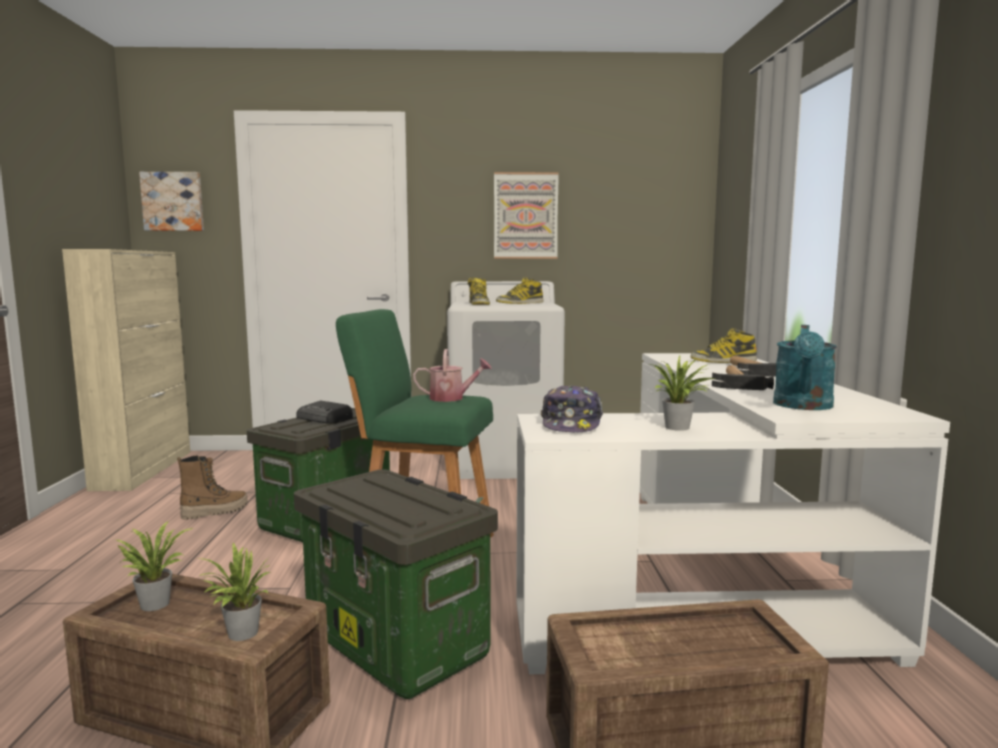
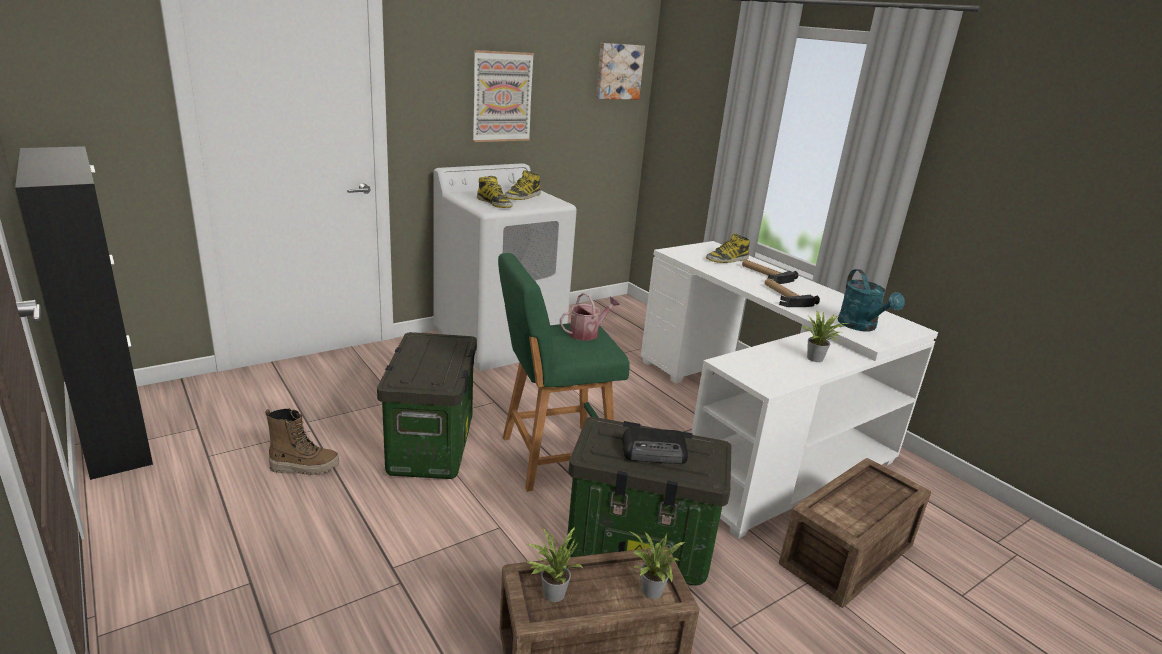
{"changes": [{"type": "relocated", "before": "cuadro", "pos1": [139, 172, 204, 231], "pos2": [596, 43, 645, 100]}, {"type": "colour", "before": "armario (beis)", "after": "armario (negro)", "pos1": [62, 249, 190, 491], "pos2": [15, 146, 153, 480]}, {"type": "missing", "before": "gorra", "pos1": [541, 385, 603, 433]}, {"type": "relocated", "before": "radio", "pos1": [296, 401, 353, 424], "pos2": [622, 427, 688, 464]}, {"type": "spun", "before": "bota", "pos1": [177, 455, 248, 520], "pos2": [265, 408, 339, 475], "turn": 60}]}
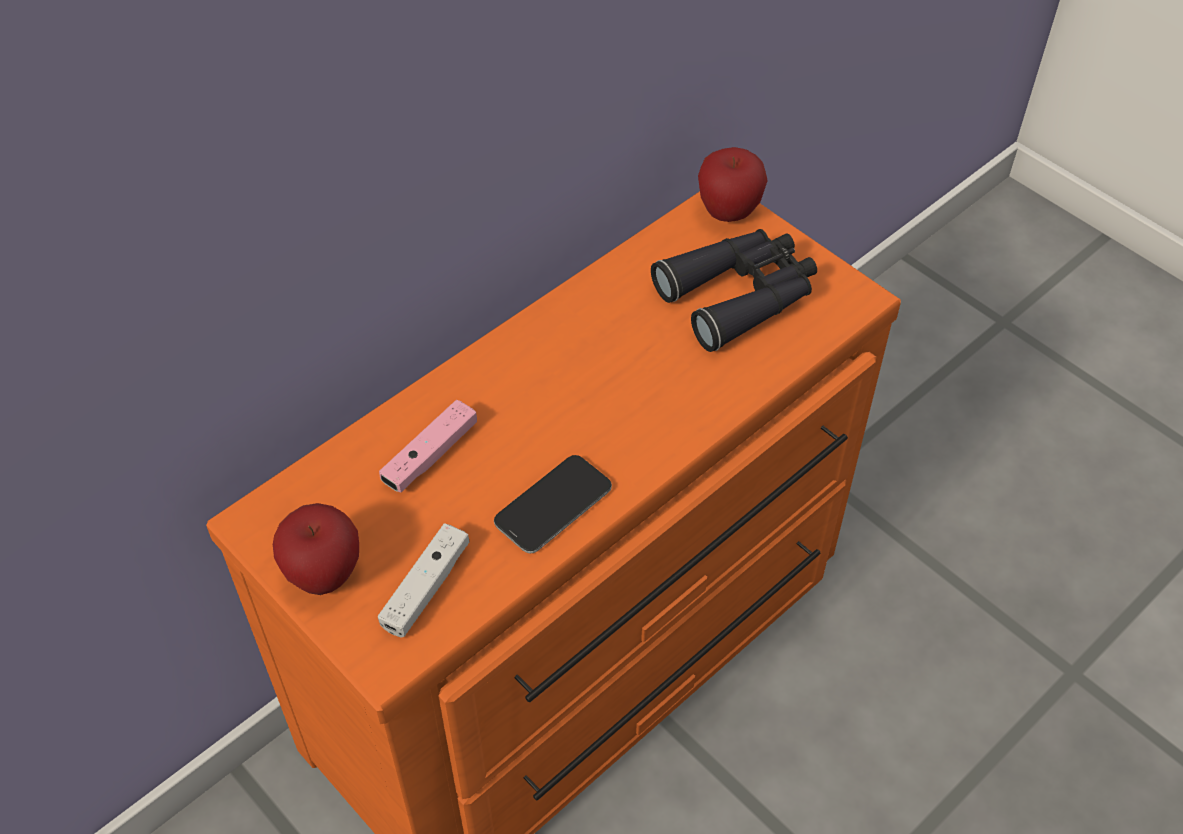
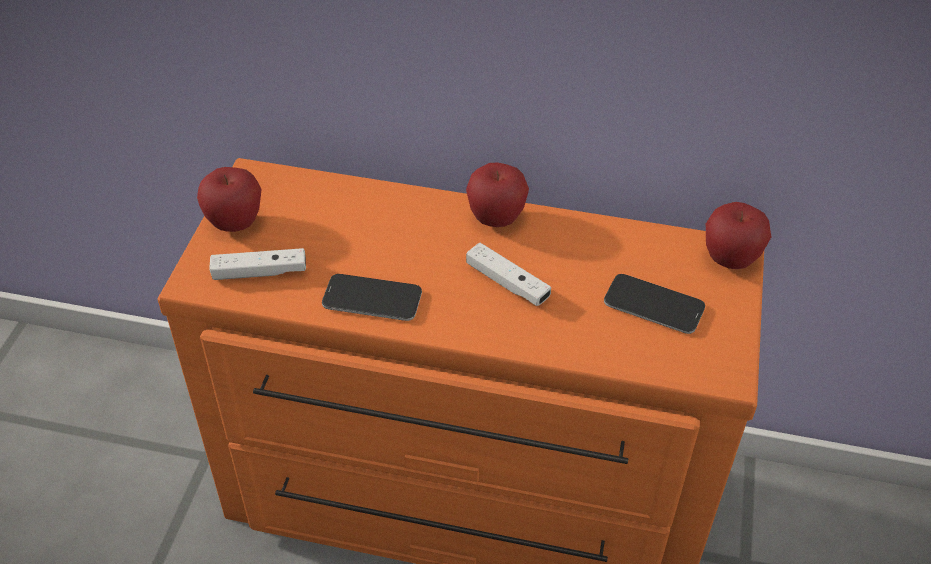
{"changes": [{"type": "exchanged", "before": "prismáticos (negro)", "after": "móvil", "pos1": [651, 229, 817, 352], "pos2": [604, 274, 705, 334]}, {"type": "missing", "before": "mando de consola (rosa)", "pos1": [379, 400, 477, 492]}, {"type": "appeared", "after": "manzana", "pos2": [466, 162, 529, 227]}, {"type": "appeared", "after": "mando de consola (blanco)", "pos2": [466, 243, 551, 306]}]}
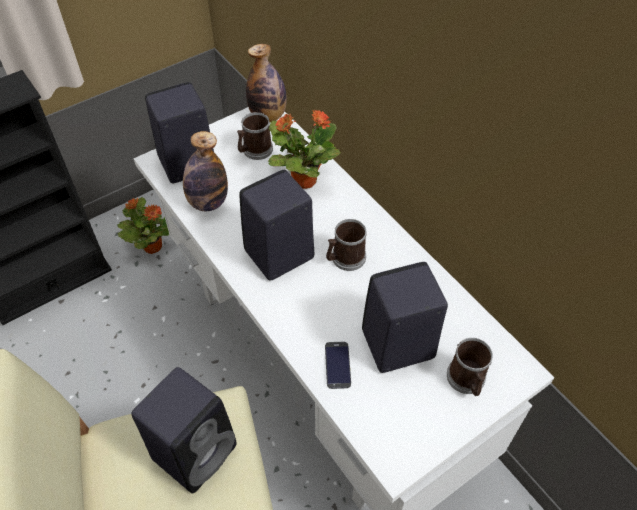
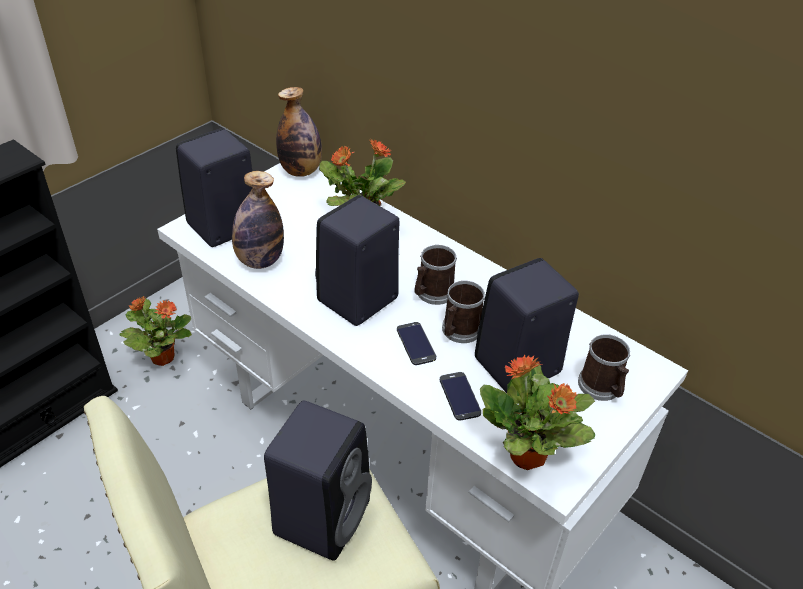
{"changes": [{"type": "relocated", "before": "taza grande", "pos1": [237, 112, 273, 160], "pos2": [442, 281, 485, 343]}, {"type": "appeared", "after": "móvil", "pos2": [397, 322, 436, 365]}, {"type": "appeared", "after": "planta en maceta", "pos2": [480, 355, 595, 470]}]}
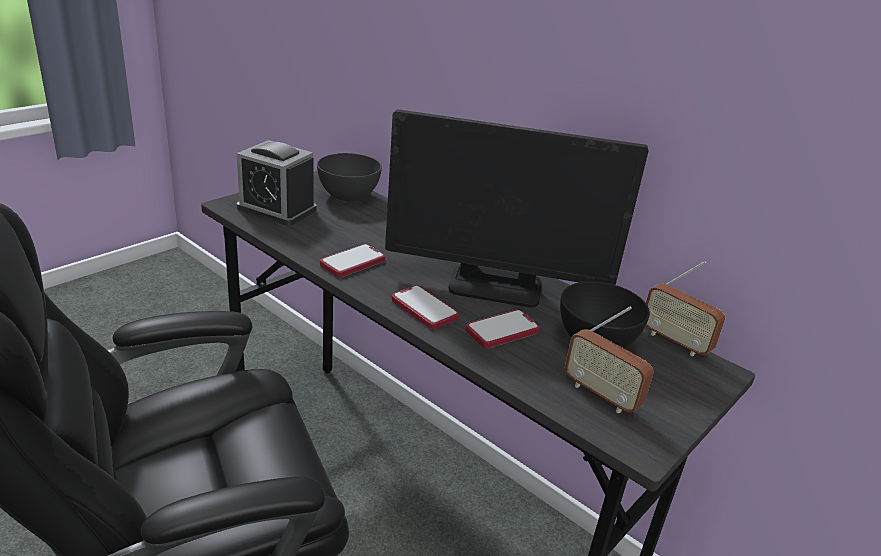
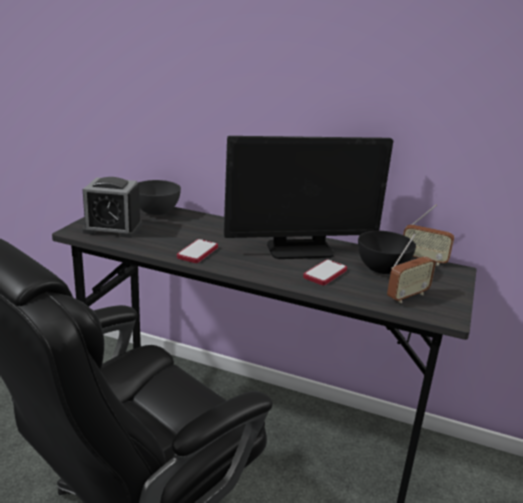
{"changes": [{"type": "missing", "before": "móvil", "pos1": [392, 285, 459, 329]}, {"type": "spun", "before": "radio", "pos1": [565, 306, 654, 413], "pos2": [387, 234, 436, 303], "turn": -60}]}
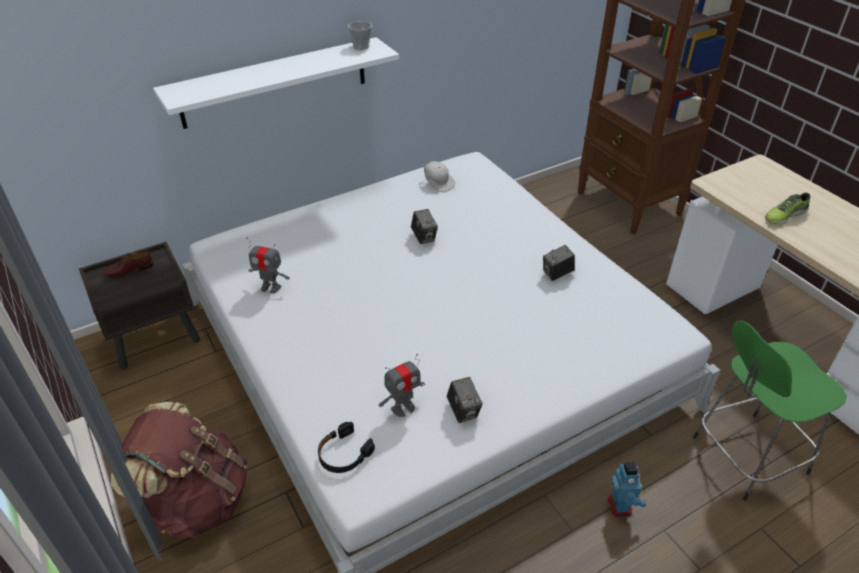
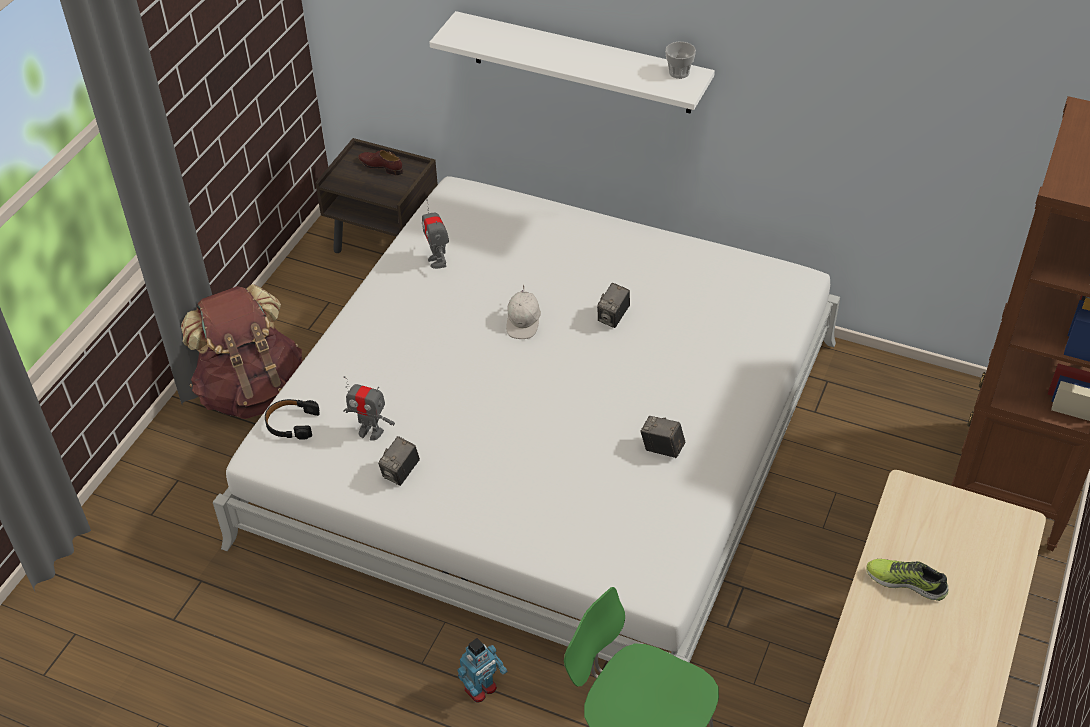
{"changes": [{"type": "relocated", "before": "gorra (blanco)", "pos1": [421, 161, 455, 192], "pos2": [506, 285, 541, 339]}]}
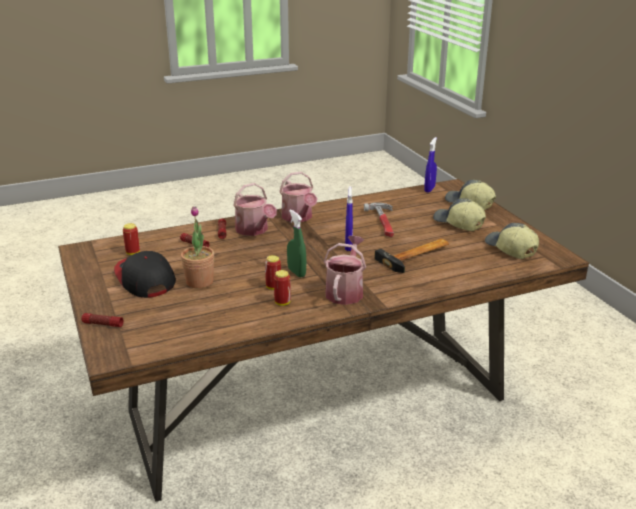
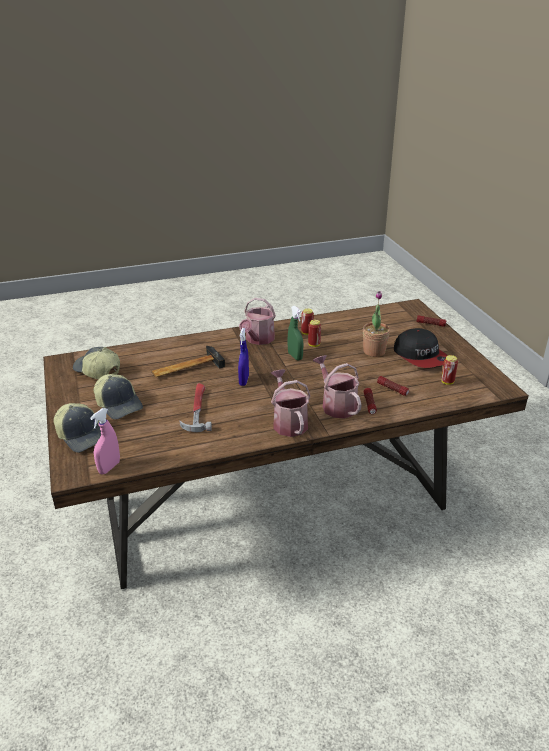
{"changes": [{"type": "colour", "before": "pulverizador (azul)", "after": "pulverizador (rosa)", "pos1": [424, 137, 437, 193], "pos2": [90, 408, 120, 474]}, {"type": "spun", "before": "gorra", "pos1": [485, 223, 539, 259], "pos2": [73, 347, 120, 379], "turn": 150}]}
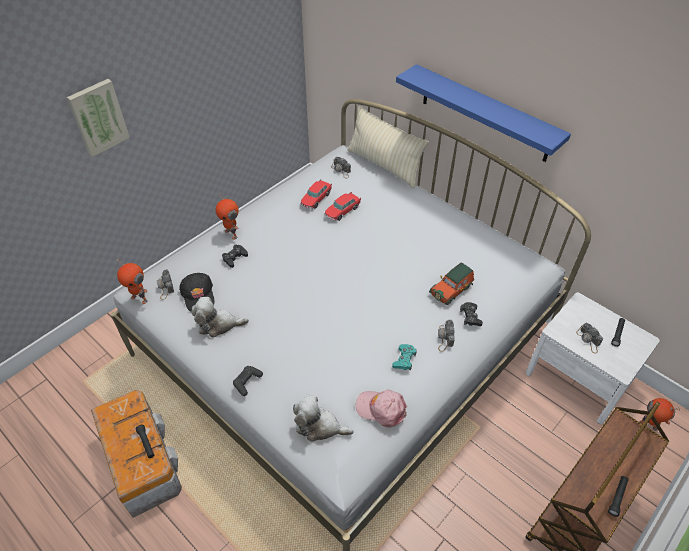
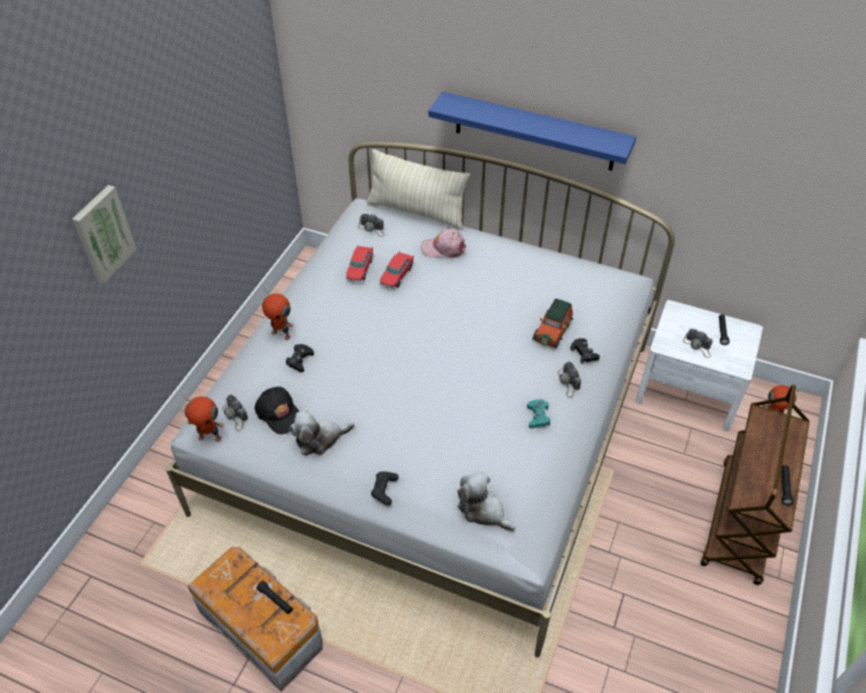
{"changes": [{"type": "relocated", "before": "gorra (rosa)", "pos1": [356, 390, 407, 428], "pos2": [421, 229, 466, 258]}, {"type": "spun", "before": "peluche", "pos1": [293, 395, 354, 442], "pos2": [457, 471, 515, 531], "turn": 45}]}
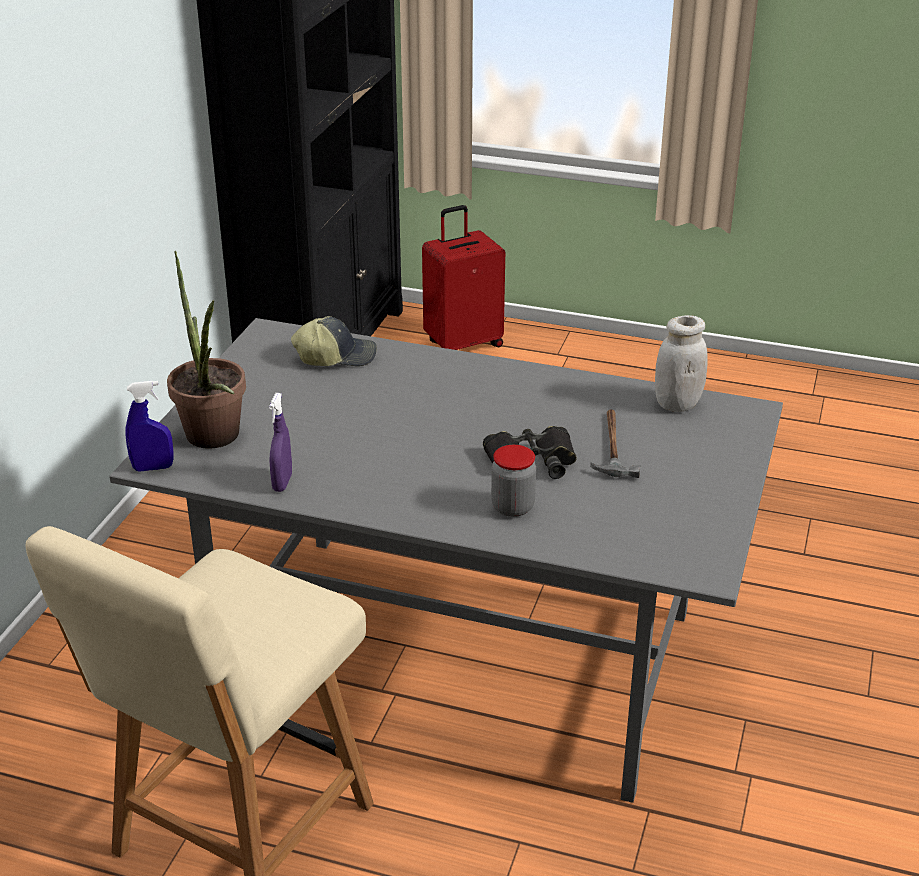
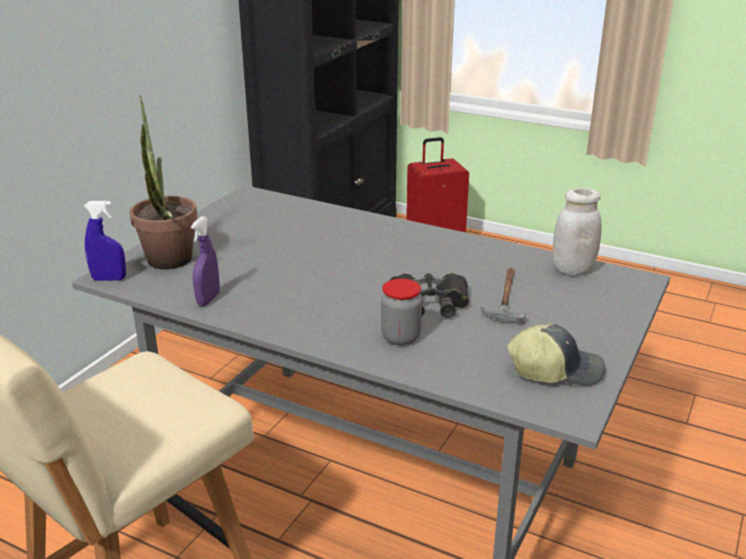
{"changes": [{"type": "relocated", "before": "gorra", "pos1": [291, 316, 377, 366], "pos2": [508, 323, 605, 386]}]}
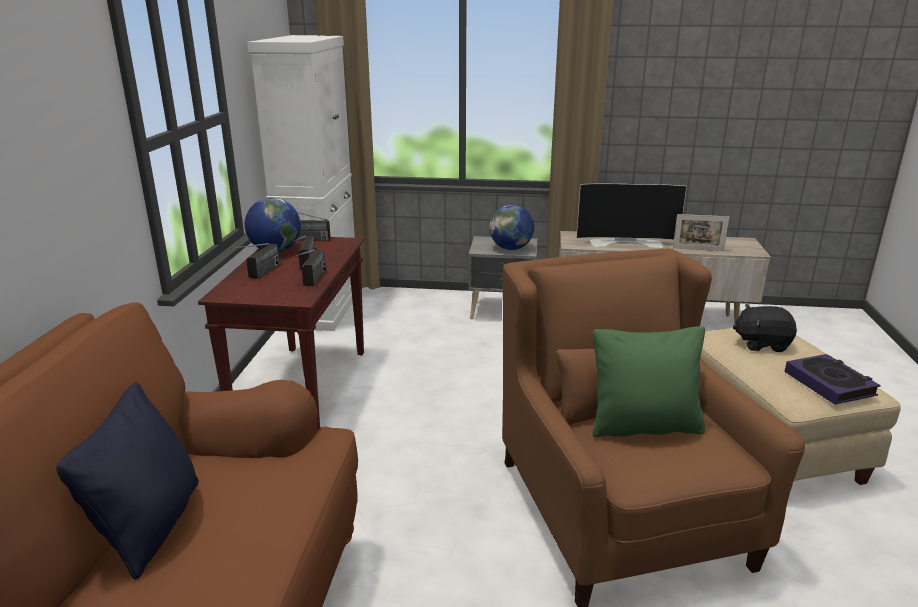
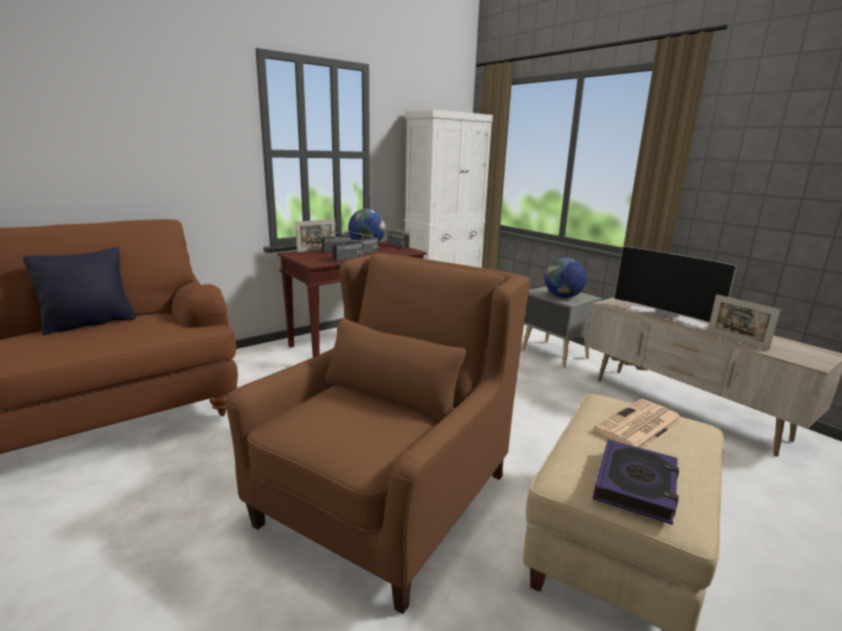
{"changes": [{"type": "exchanged", "before": "peluche (negro)", "after": "periódico", "pos1": [733, 304, 797, 352], "pos2": [594, 399, 683, 449]}, {"type": "missing", "before": "cojín (verde)", "pos1": [592, 326, 705, 437]}, {"type": "appeared", "after": "portarretratos", "pos2": [295, 219, 335, 252]}]}
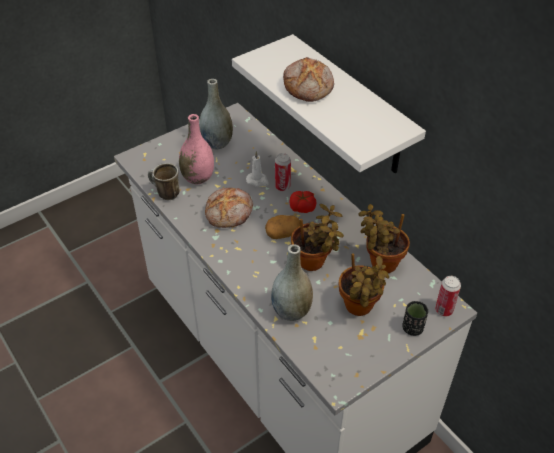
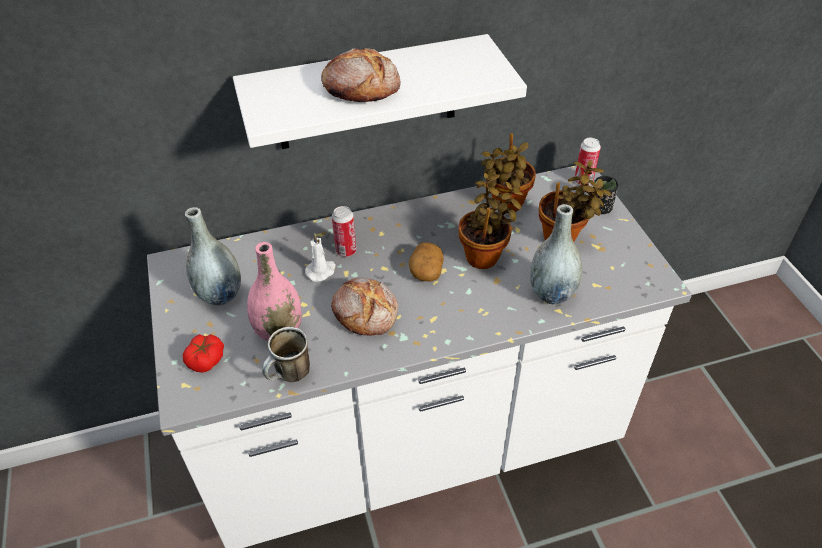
{"changes": [{"type": "relocated", "before": "tomate", "pos1": [289, 191, 316, 213], "pos2": [183, 334, 224, 373]}]}
